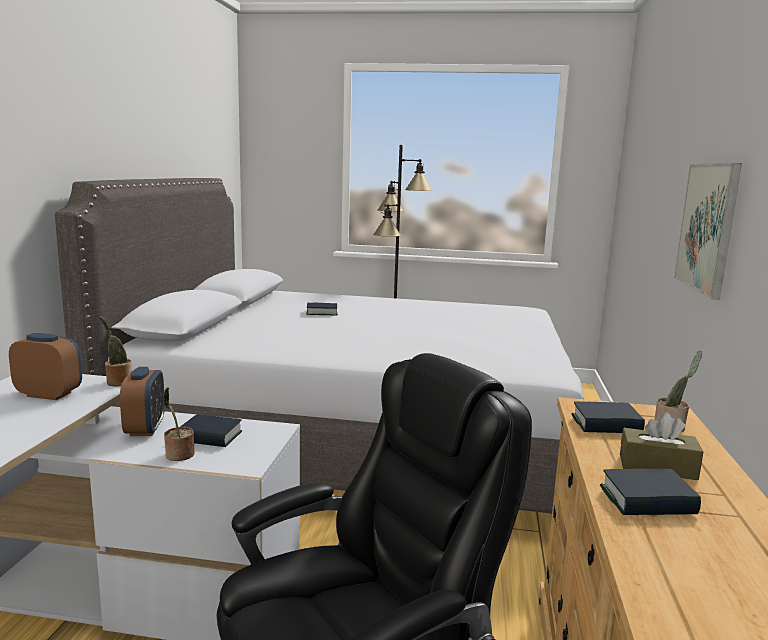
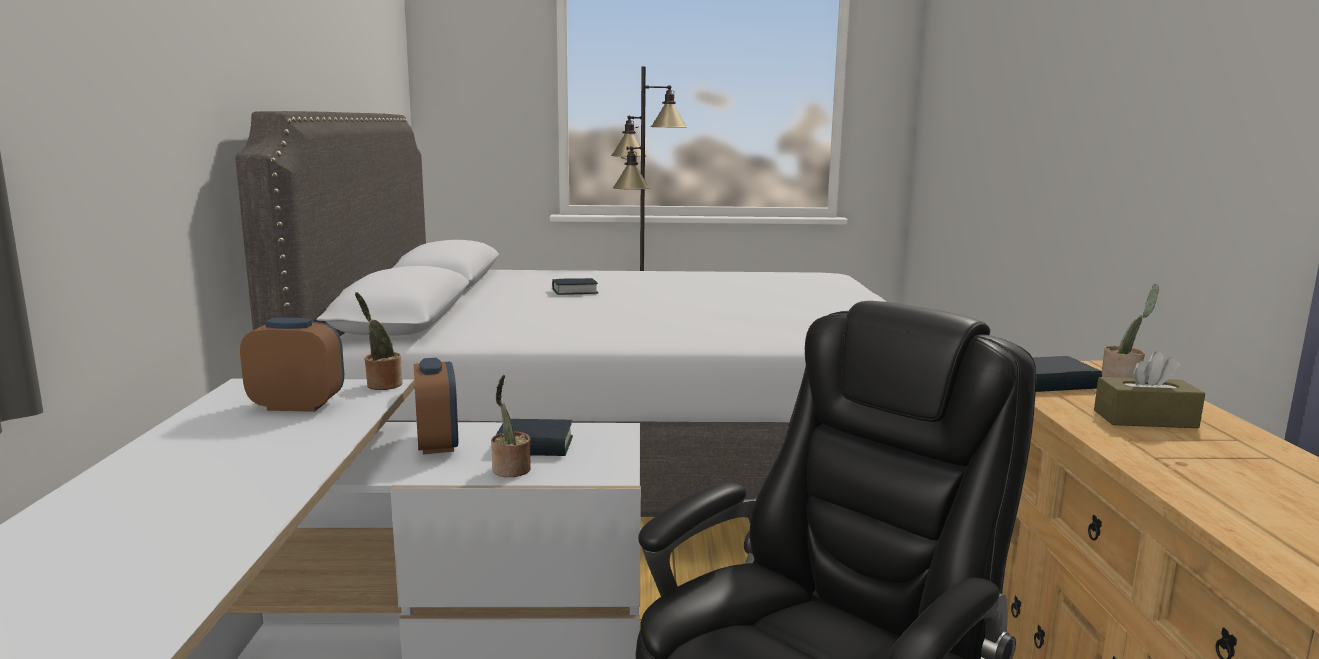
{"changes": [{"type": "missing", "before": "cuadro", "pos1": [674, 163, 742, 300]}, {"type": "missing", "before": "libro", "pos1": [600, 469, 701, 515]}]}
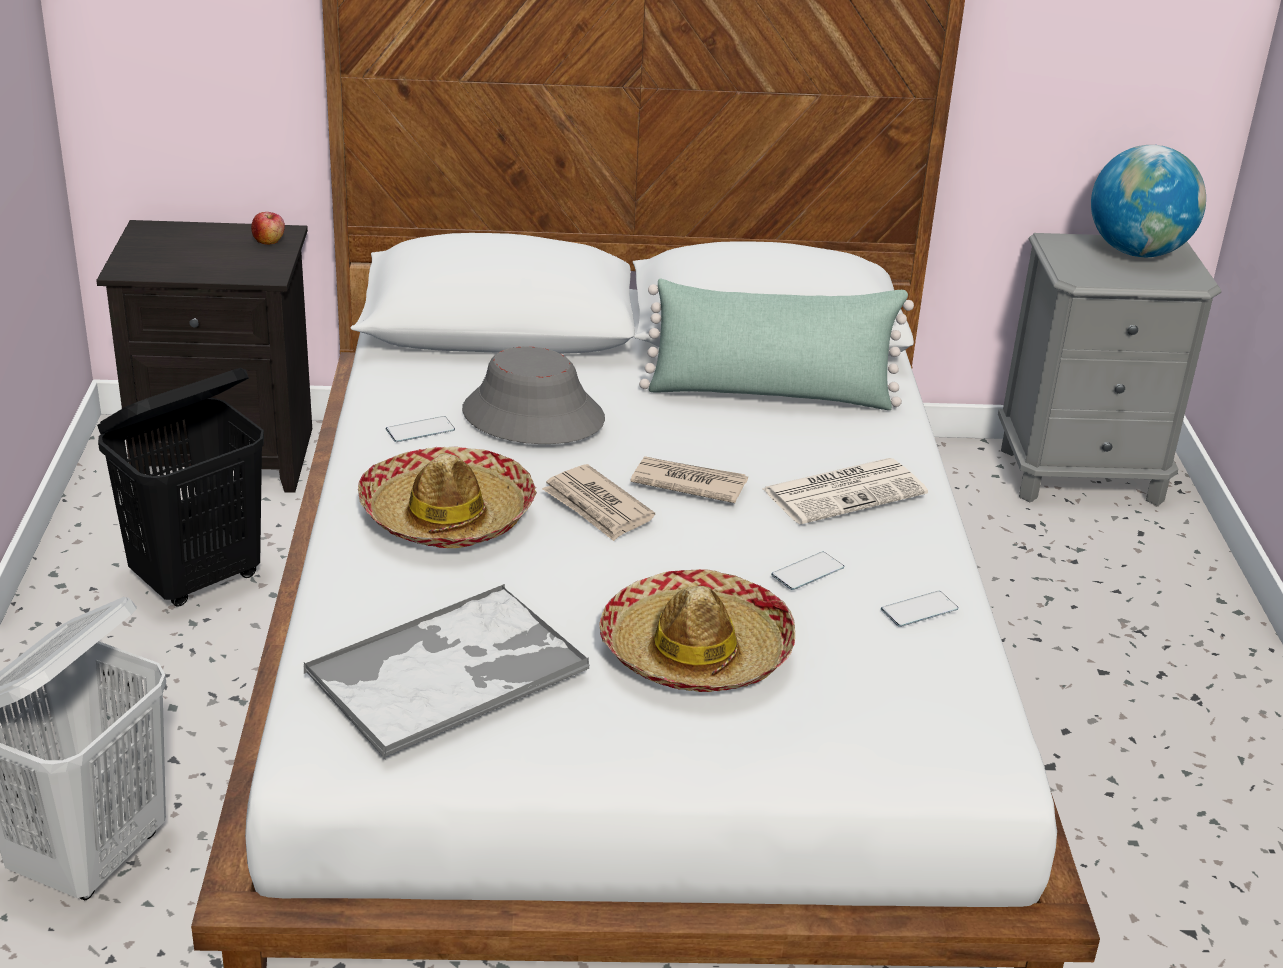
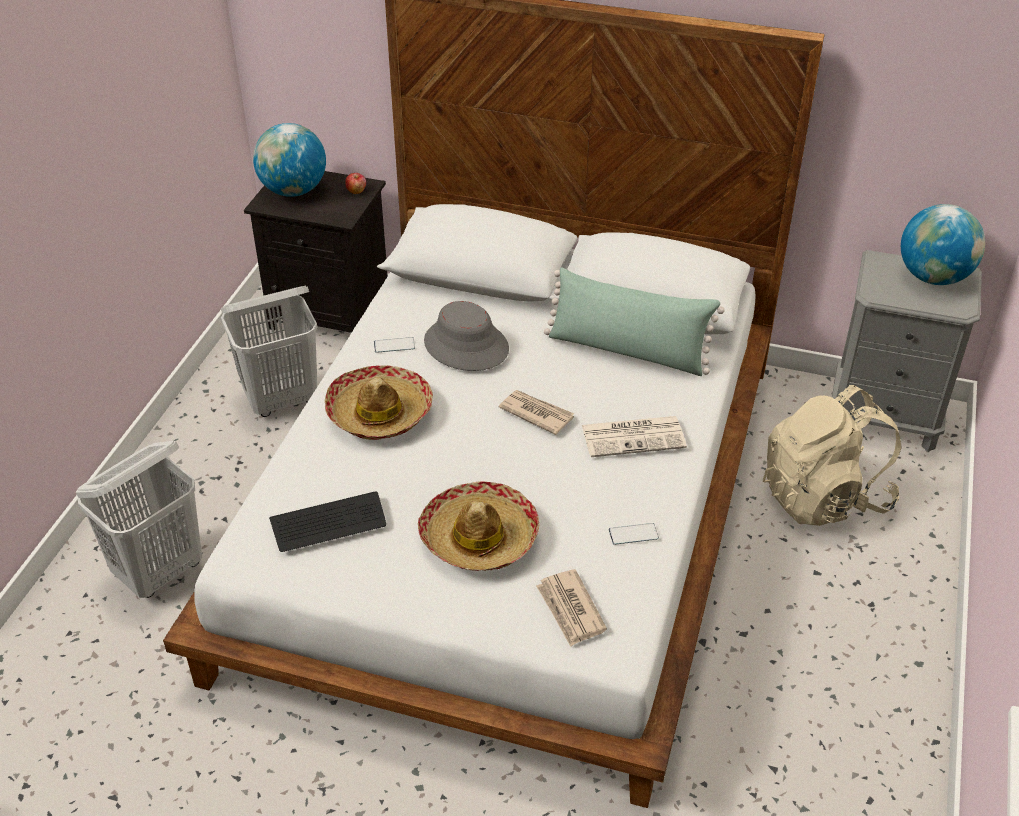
{"changes": [{"type": "colour", "before": "cesto de la ropa (negro)", "after": "cesto de la ropa (blanco)", "pos1": [97, 368, 264, 607], "pos2": [221, 286, 317, 417]}, {"type": "relocated", "before": "periódico", "pos1": [542, 464, 655, 541], "pos2": [536, 569, 607, 647]}, {"type": "missing", "before": "móvil", "pos1": [771, 552, 844, 590]}, {"type": "exchanged", "before": "bandeja", "after": "teclado", "pos1": [303, 584, 590, 758], "pos2": [269, 491, 386, 552]}, {"type": "appeared", "after": "globo terráqueo", "pos2": [253, 123, 326, 197]}, {"type": "appeared", "after": "mochila (beis)", "pos2": [763, 385, 902, 526]}]}
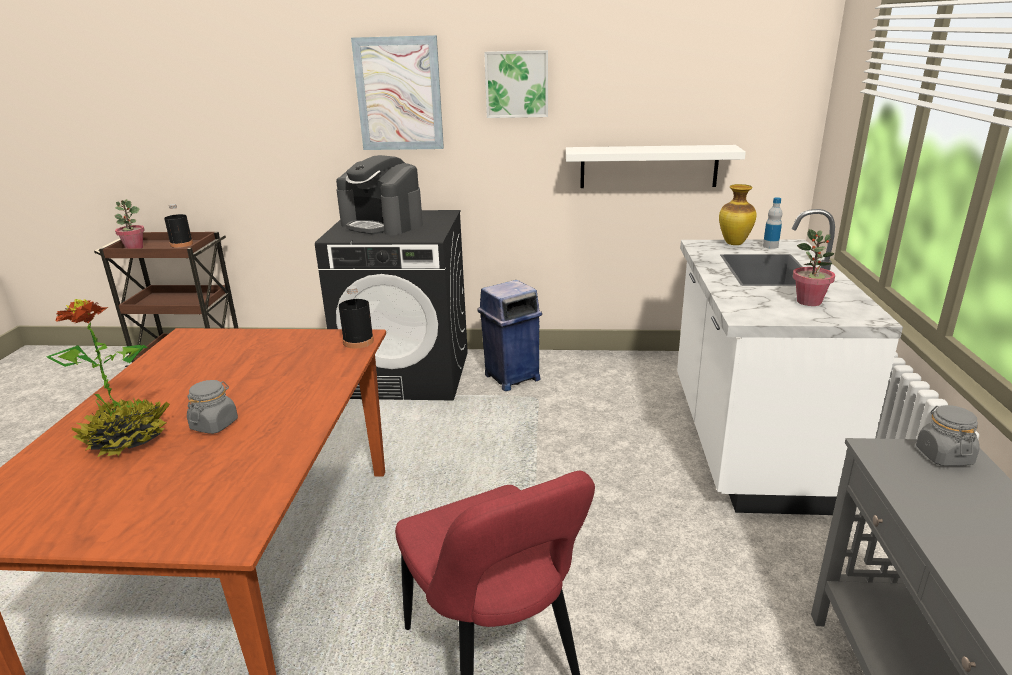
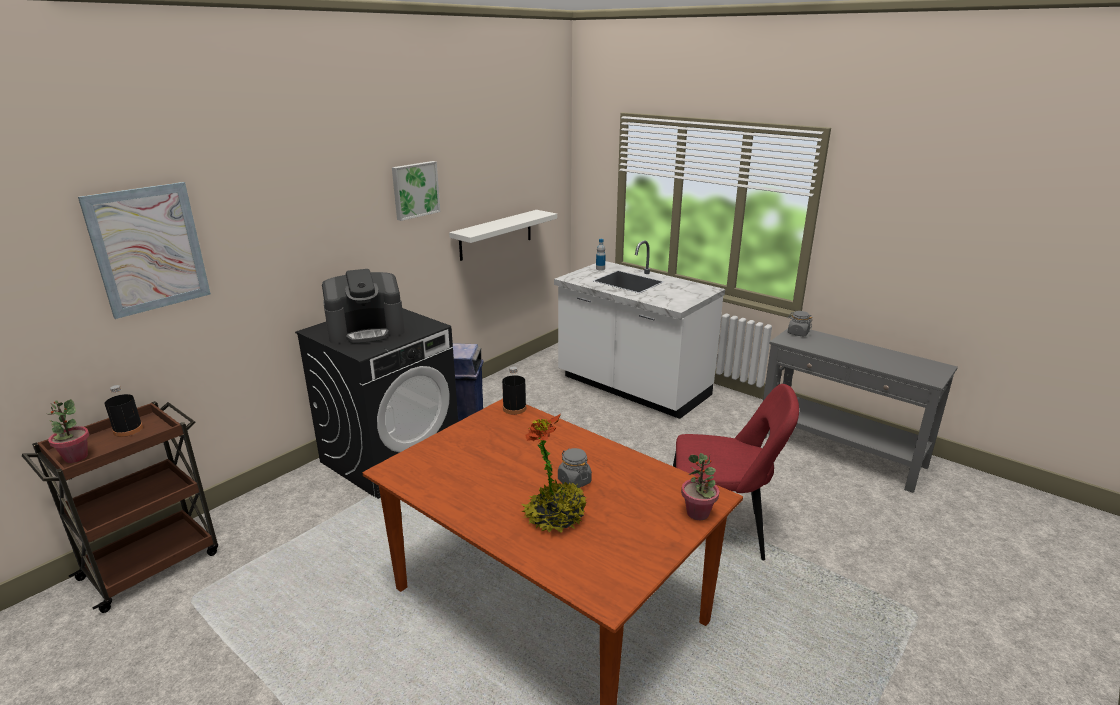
{"changes": [{"type": "relocated", "before": "cuadro", "pos1": [351, 35, 444, 150], "pos2": [78, 182, 211, 319]}, {"type": "missing", "before": "florero", "pos1": [719, 184, 756, 245]}, {"type": "relocated", "before": "planta en maceta", "pos1": [793, 229, 835, 306], "pos2": [681, 453, 719, 520]}]}
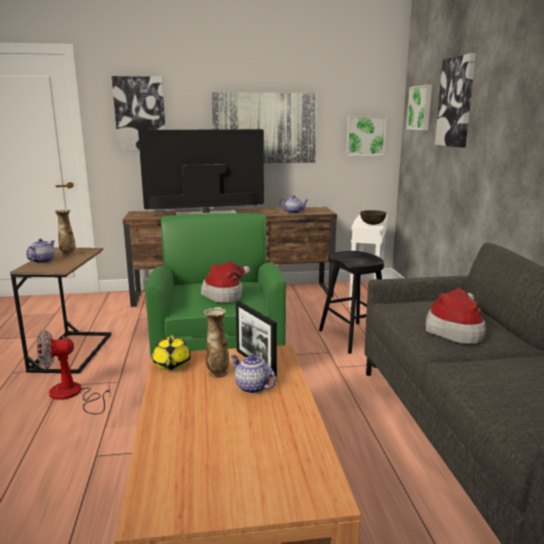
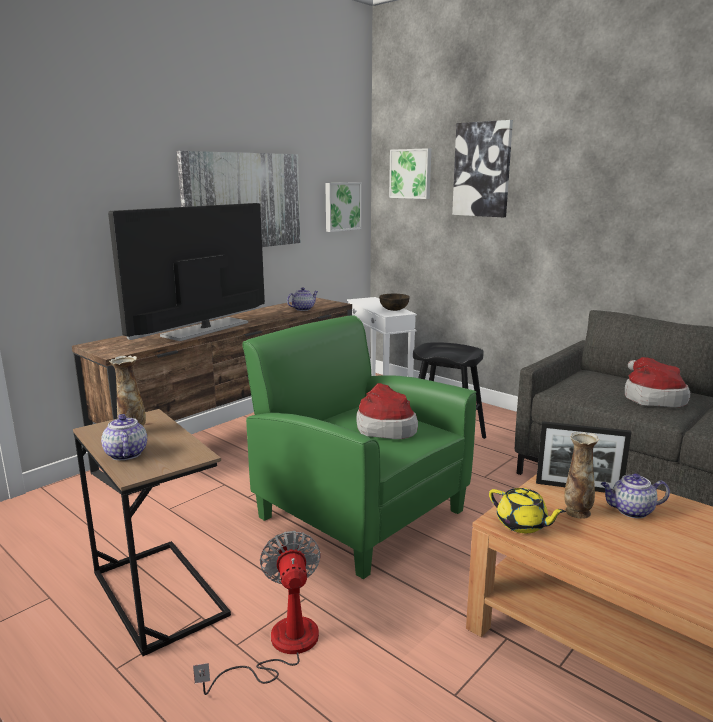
{"changes": [{"type": "missing", "before": "cuadro", "pos1": [112, 76, 165, 152]}, {"type": "spun", "before": "ventilador", "pos1": [37, 330, 110, 414], "pos2": [193, 531, 321, 695], "turn": 135}]}
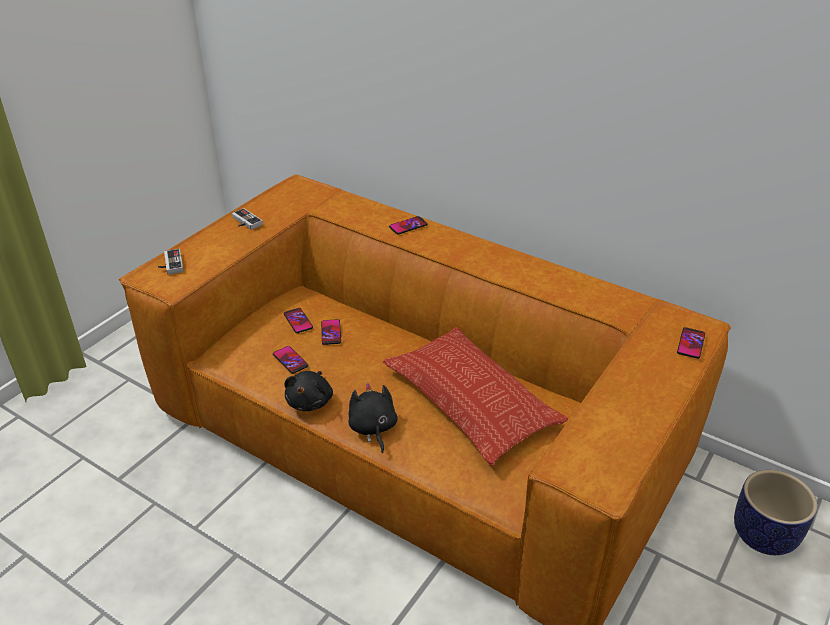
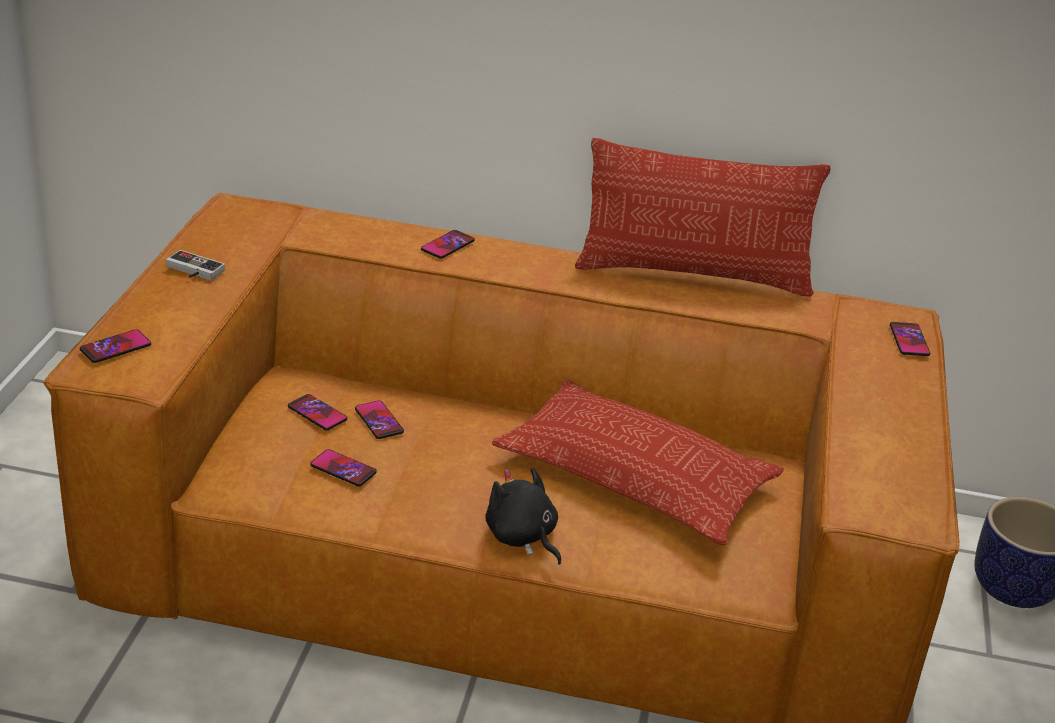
{"changes": [{"type": "exchanged", "before": "mando de consola", "after": "móvil", "pos1": [158, 249, 183, 274], "pos2": [80, 329, 151, 363]}, {"type": "missing", "before": "peluche (negro)", "pos1": [284, 371, 333, 411]}, {"type": "appeared", "after": "cojín", "pos2": [575, 138, 831, 297]}]}
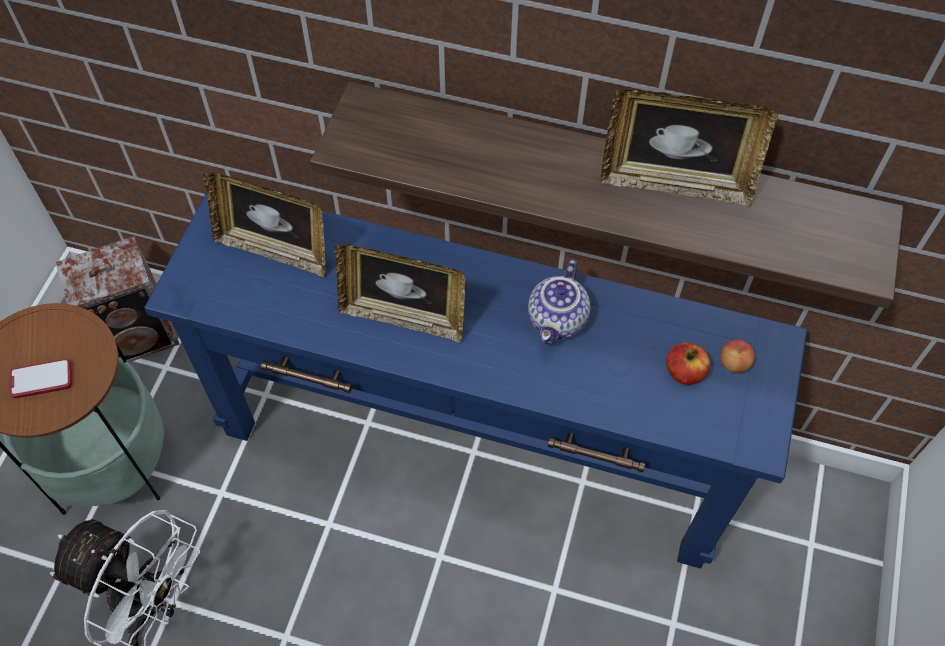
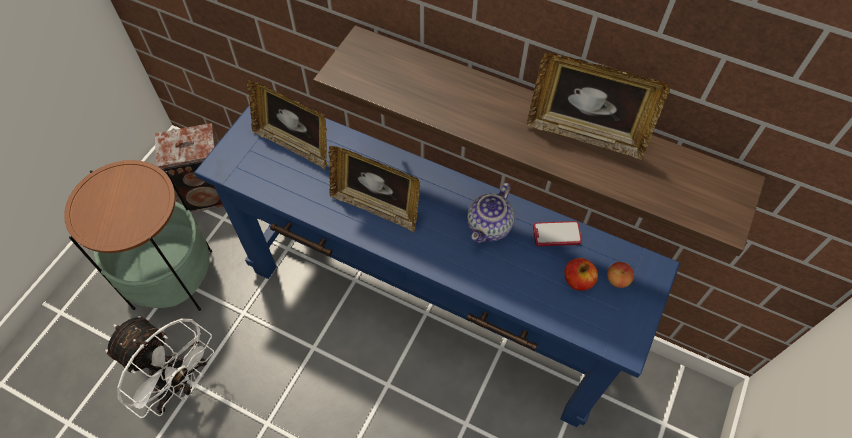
{"changes": [{"type": "relocated", "before": "móvil", "pos1": [10, 359, 72, 398], "pos2": [533, 221, 582, 246]}]}
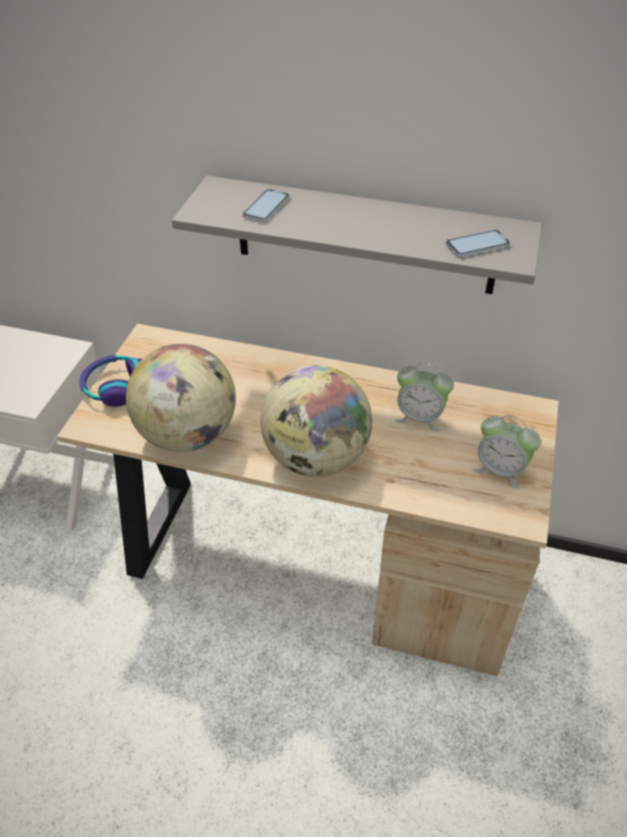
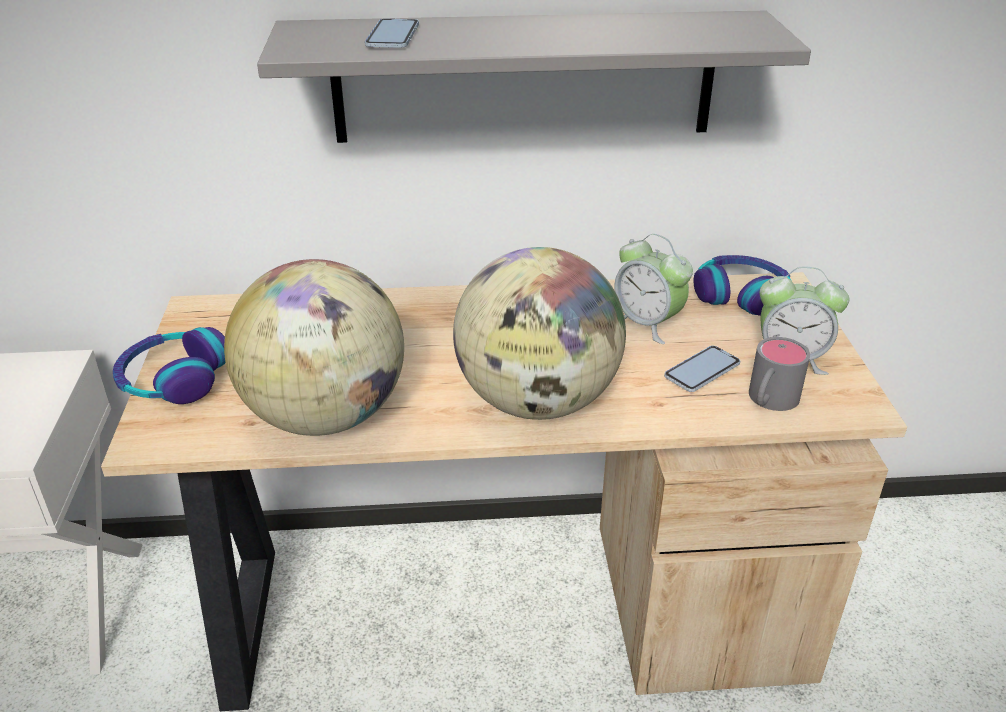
{"changes": [{"type": "relocated", "before": "móvil", "pos1": [446, 230, 511, 257], "pos2": [664, 346, 740, 392]}, {"type": "spun", "before": "despertador", "pos1": [395, 363, 453, 432], "pos2": [614, 234, 693, 344], "turn": 45}, {"type": "appeared", "after": "auriculares", "pos2": [693, 255, 792, 316]}, {"type": "appeared", "after": "taza grande (gris)", "pos2": [749, 337, 810, 411]}]}
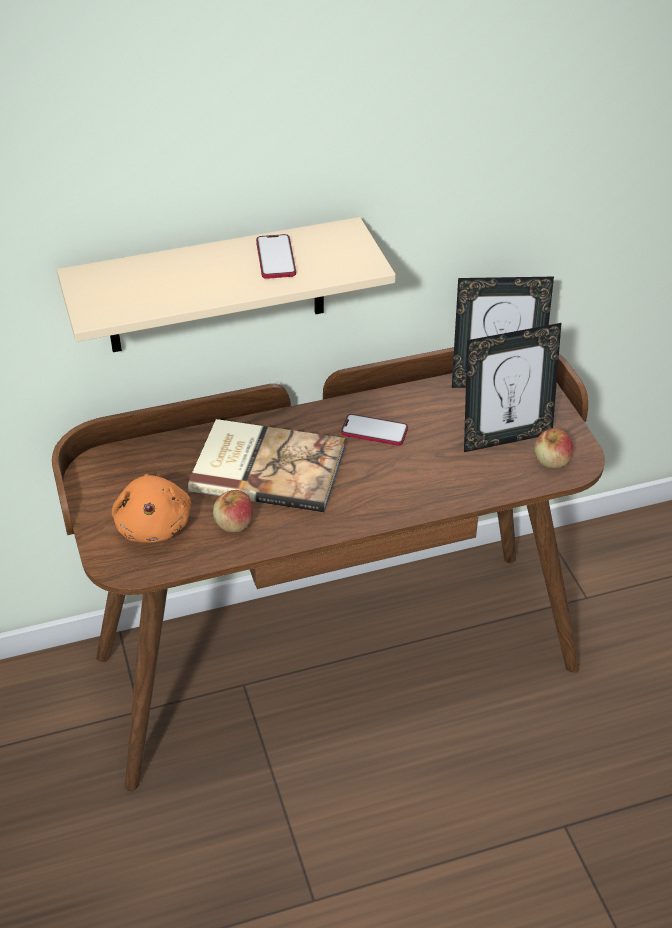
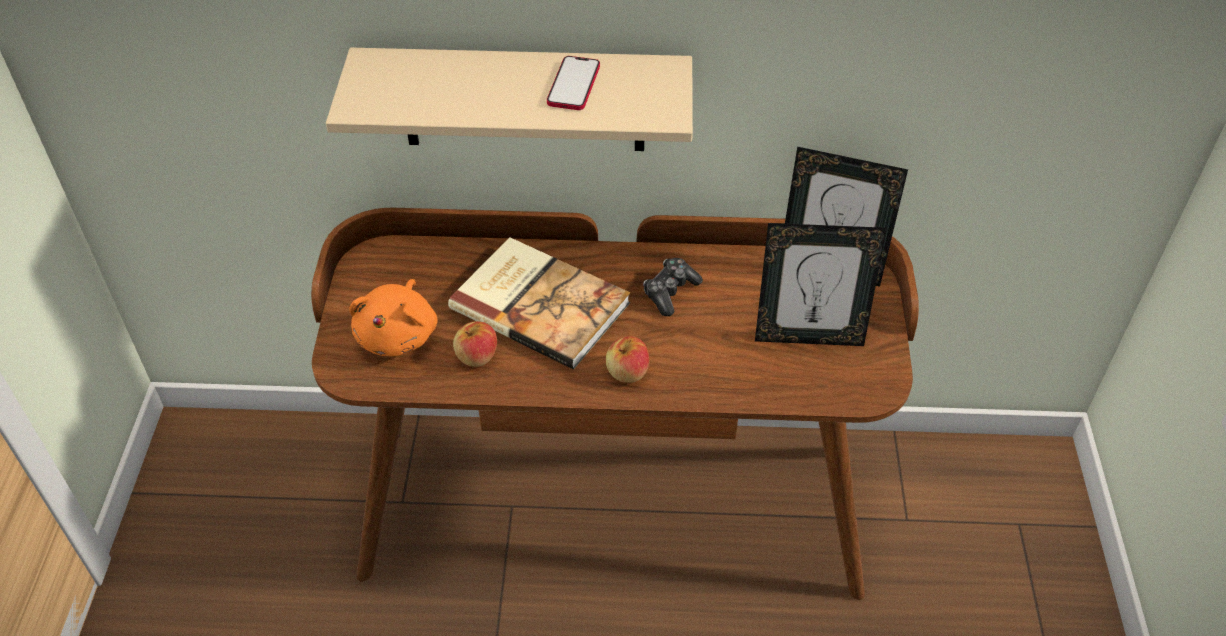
{"changes": [{"type": "exchanged", "before": "móvil", "after": "mando de consola", "pos1": [341, 414, 408, 446], "pos2": [643, 258, 703, 316]}, {"type": "relocated", "before": "manzana", "pos1": [534, 428, 574, 469], "pos2": [606, 336, 649, 383]}]}
